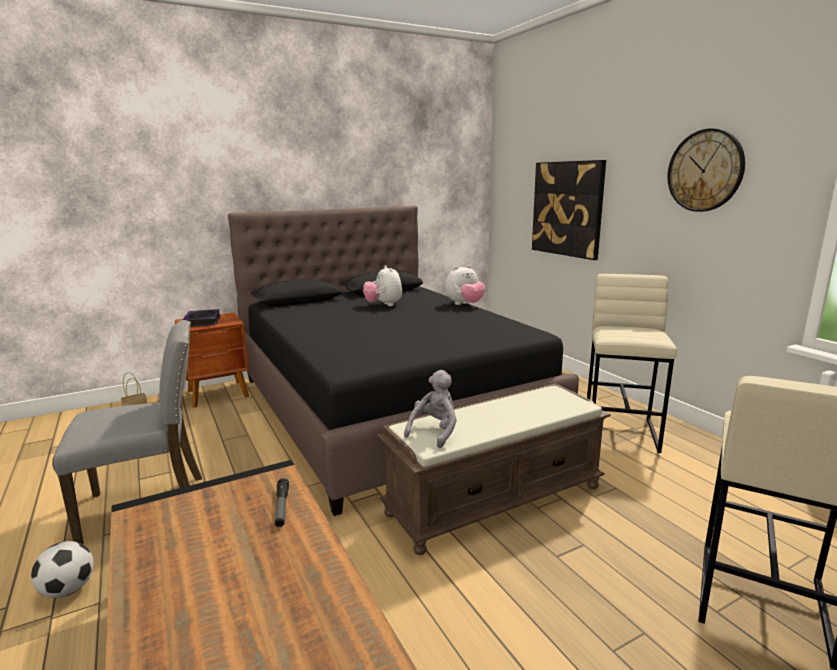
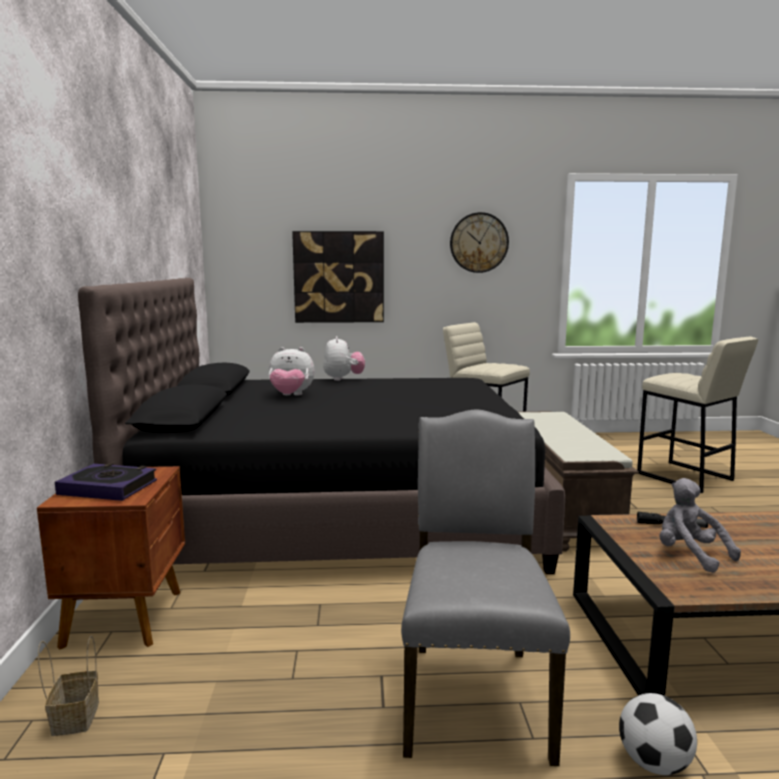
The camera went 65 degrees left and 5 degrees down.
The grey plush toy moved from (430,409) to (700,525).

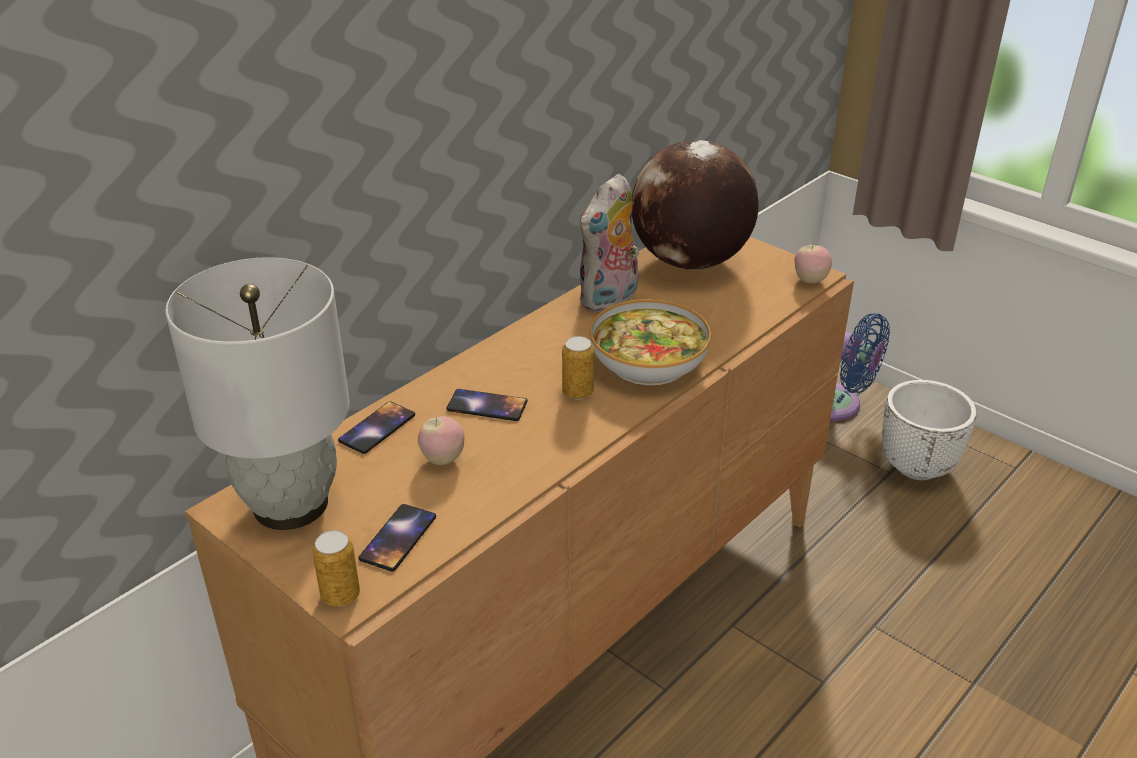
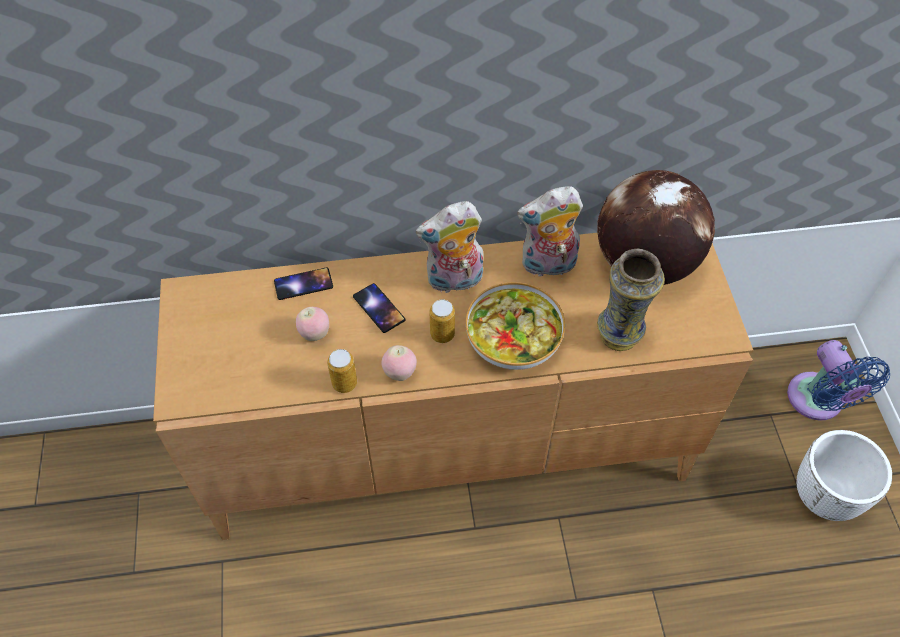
The camera went 40 degrees right and 20 degrees up.
The can moved from (336,568) to (342,371).
The apple moved from (813,263) to (399,363).
The plush toy at (449,247) appeared.
The vase at (631,300) appeared.
The white table lamp at (257,393) disappeared.
The phone at (397,537) disappeared.

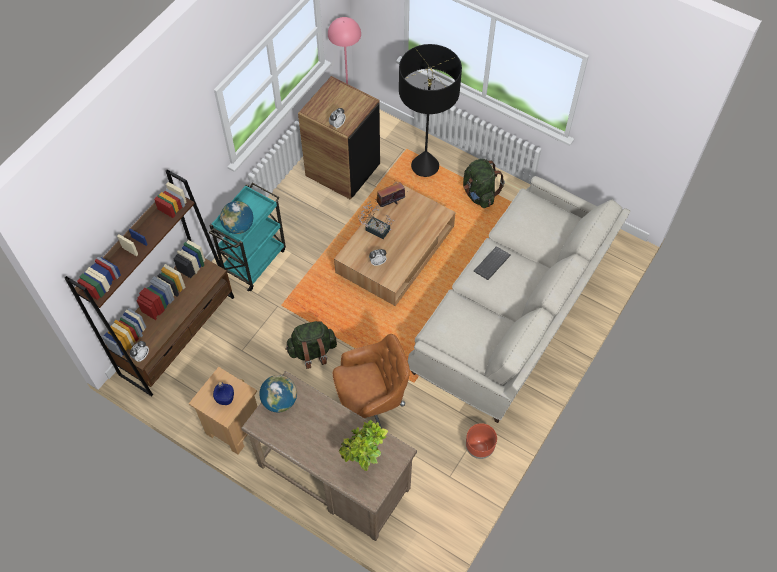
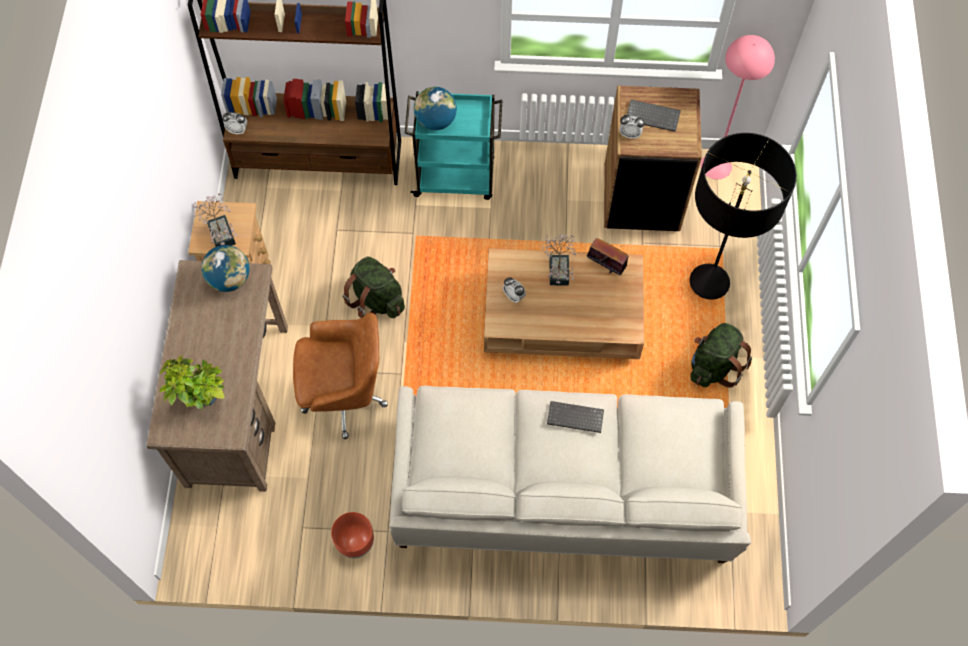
The camera went 60 degrees right and 5 degrees up.
The blue bottle at (223,393) was replaced by the potted plant at (215,220).
The brown office chair at (371,381) turned 45 degrees counterclockwise.
The keyboard at (654,116) appeared.

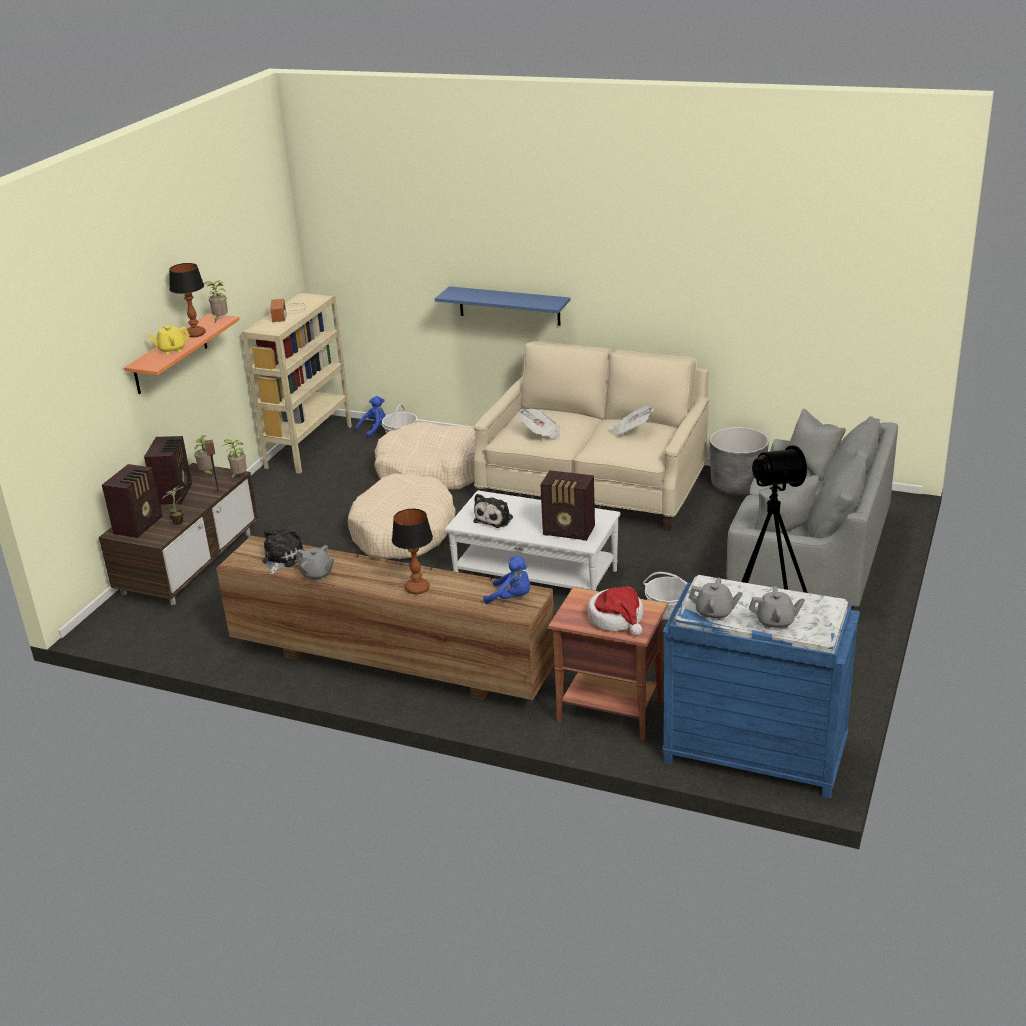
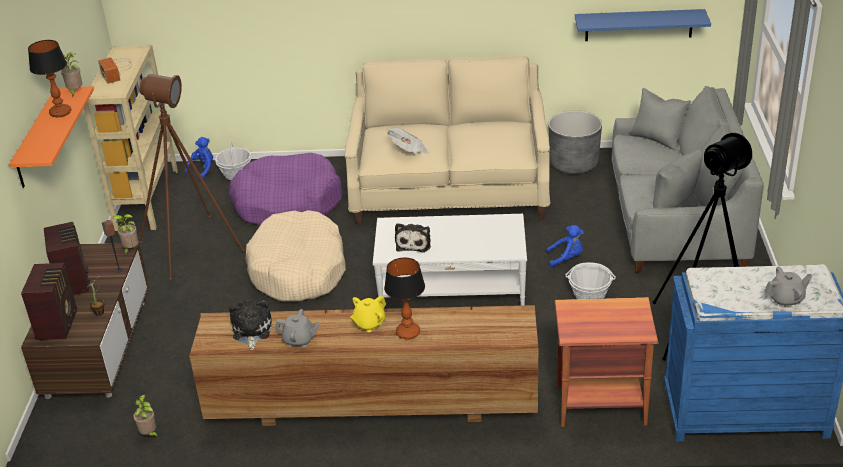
The camera went 20 degrees left and 5 degrees up.
The potted plant moved from (203,455) to (145,416).
The brown floor lamp at (191,177) appeared.
The beige dog bed at (425,456) became the purple dog bed at (285,189).
The yellow teapot moved from (169,339) to (368,313).
The blue plush toy moved from (507,580) to (565,246).
The blue shelf moved from (502,306) to (643,25).
The radio at (568,505) disappeared.
The hat at (615,611) disappeared.
The newspaper at (632,420) disappeared.
The grey teapot at (715,599) disappeared.

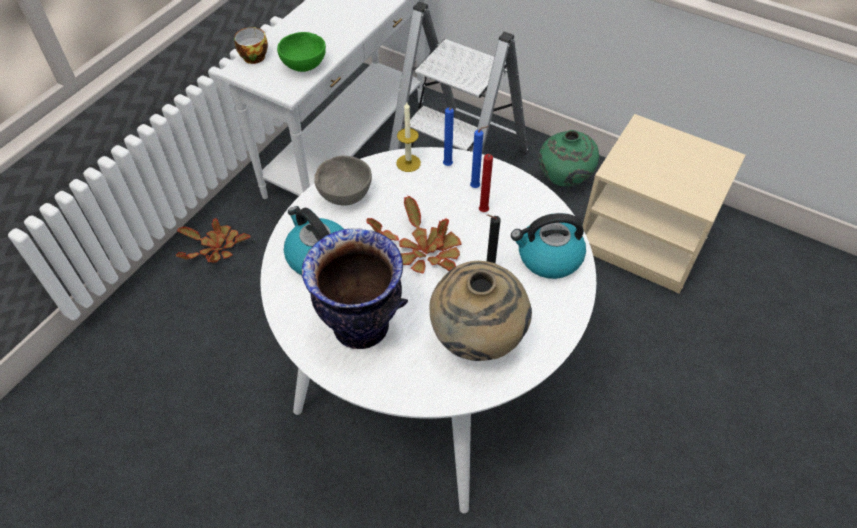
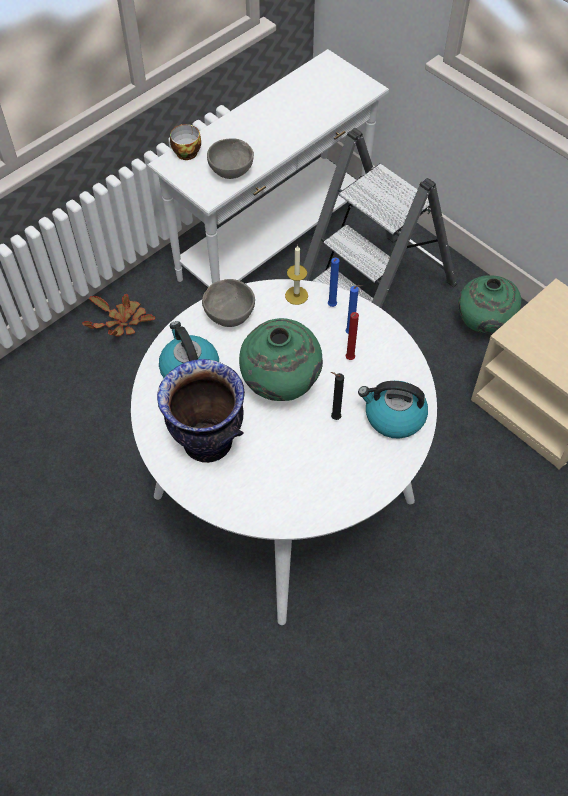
The camera went 15 degrees right and 5 degrees up.
The green bowl at (301,52) became the grey bowl at (230,158).
The potted plant at (414,235) was replaced by the green vase at (281,359).
The beige vase at (480,311) disappeared.

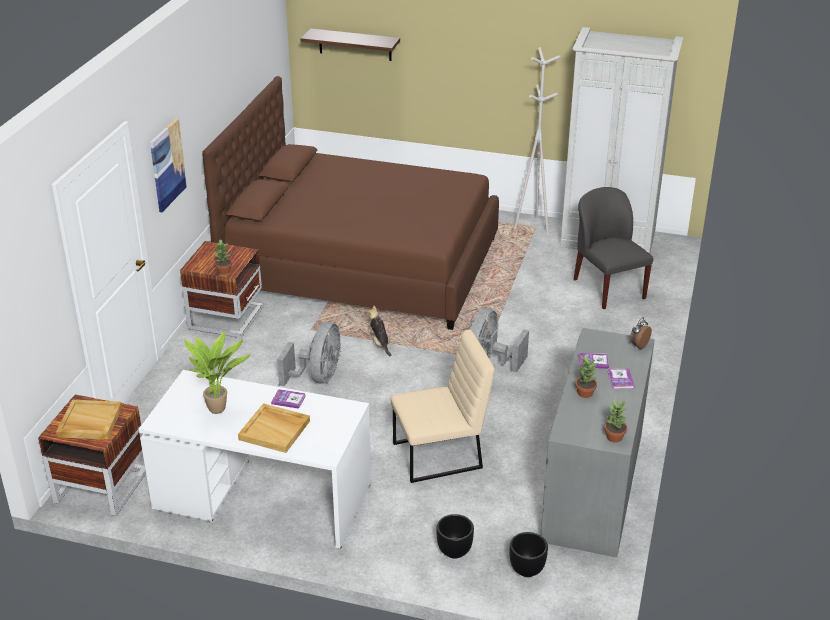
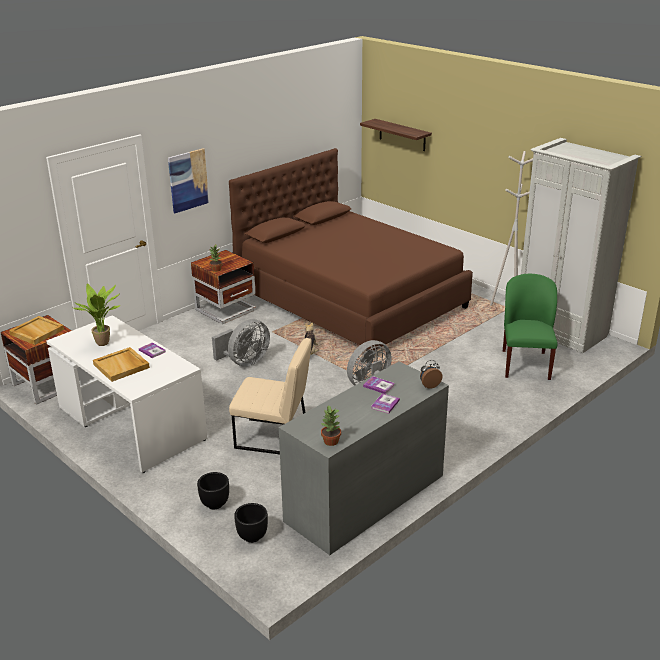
The camera went 30 degrees right and 5 degrees down.
The grey chair at (613,248) became the green chair at (530,327).
The potted plant at (586,377) disappeared.

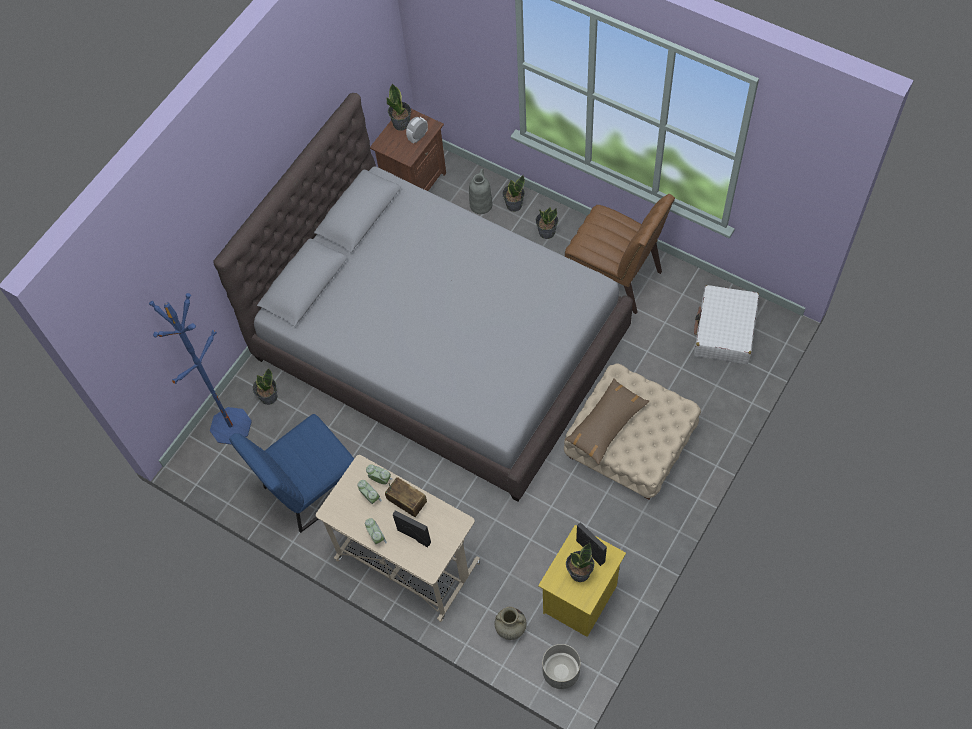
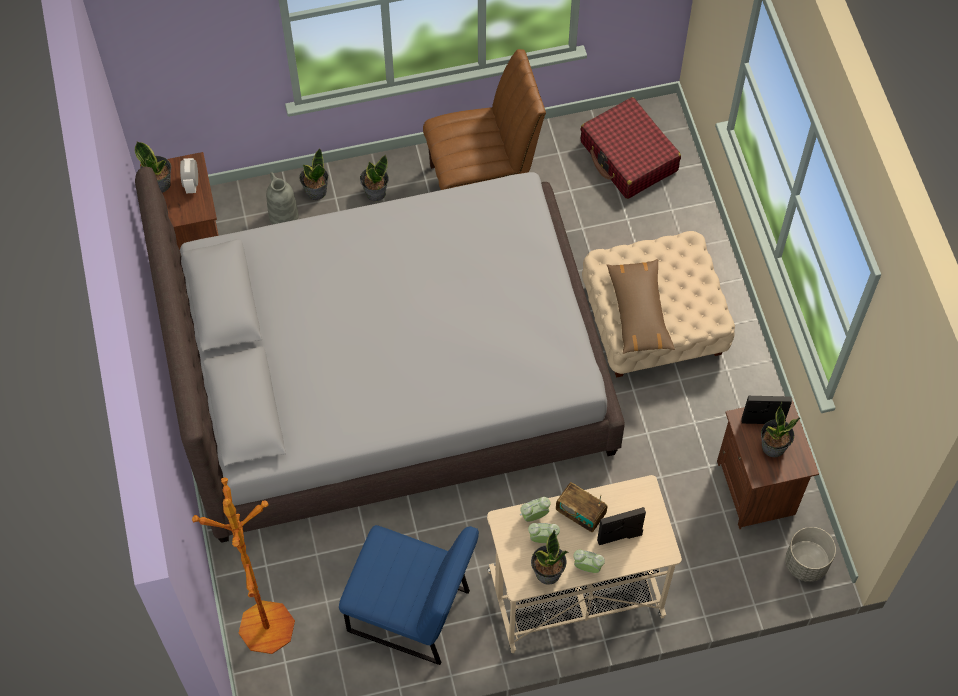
The camera went 50 degrees left and 0 degrees up.
The blue clothes rack at (200,369) became the orange clothes rack at (243,566).
The blue chair at (291,473) turned 75 degrees counterclockwise.
The potted plant moved from (265,386) to (550,557).
The radio at (406,497) turned 135 degrees counterclockwise.
The white suitcase at (726,324) became the red suitcase at (631,148).
The yellow nightstand at (582,581) became the brown nightstand at (768,464).
The beige vase at (511,623) disappeared.

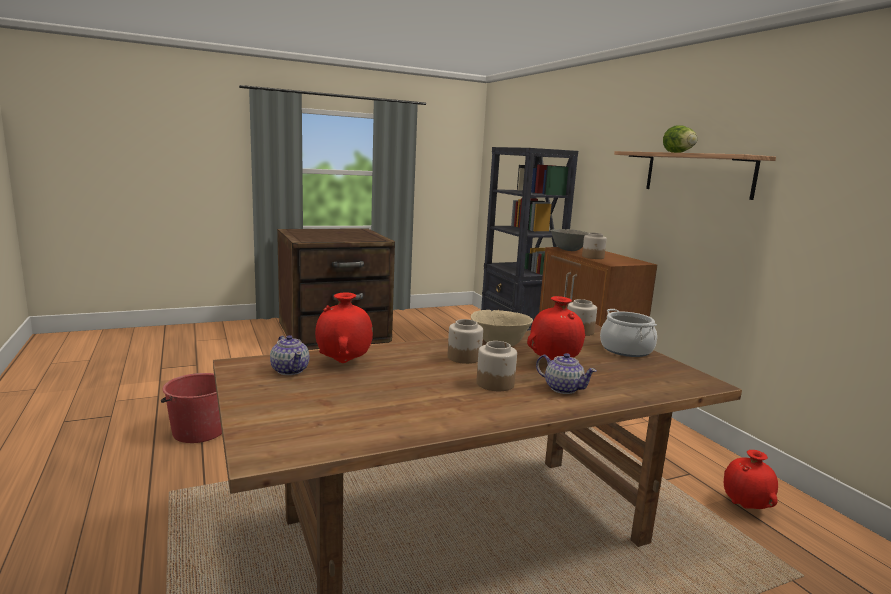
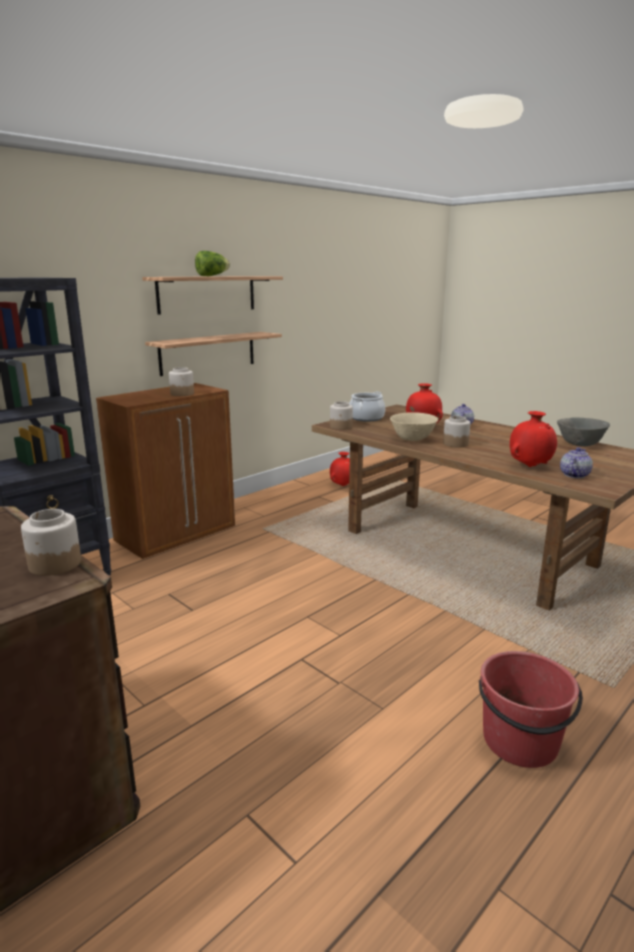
The camera went 110 degrees left and 5 degrees up.
The jar moved from (497,366) to (51,542).
The shelf at (213,354) appeared.
The grey bowl moved from (569,240) to (583,432).

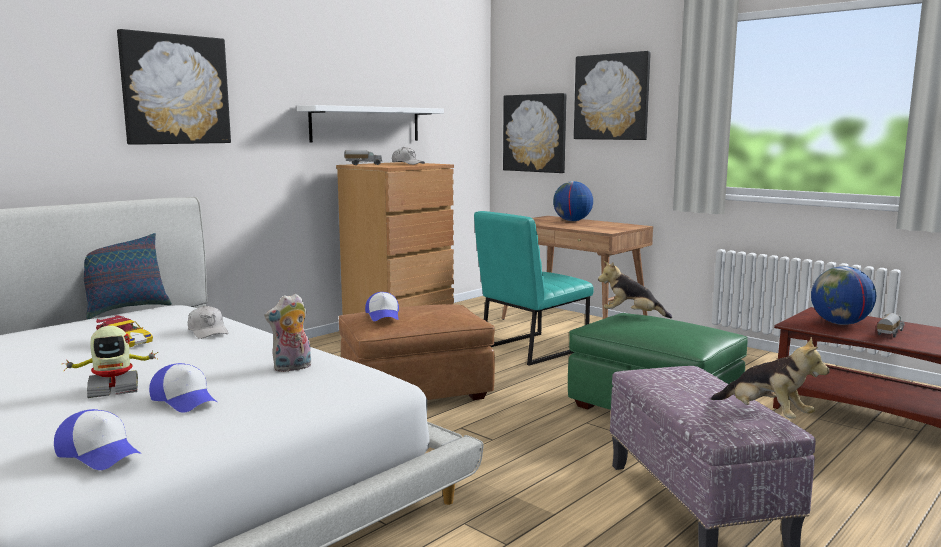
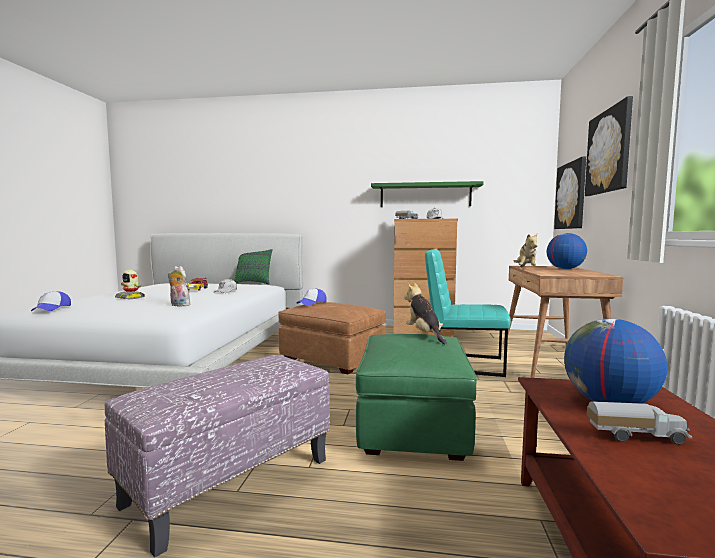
The camera went 55 degrees right and 5 degrees down.
The blue pillow at (128,276) became the green pillow at (253,266).
The white shelf at (370,124) became the green shelf at (427,194).
The plush toy moved from (770,378) to (526,250).
The picture at (174,87) disappeared.
The cap at (183,388) disappeared.

